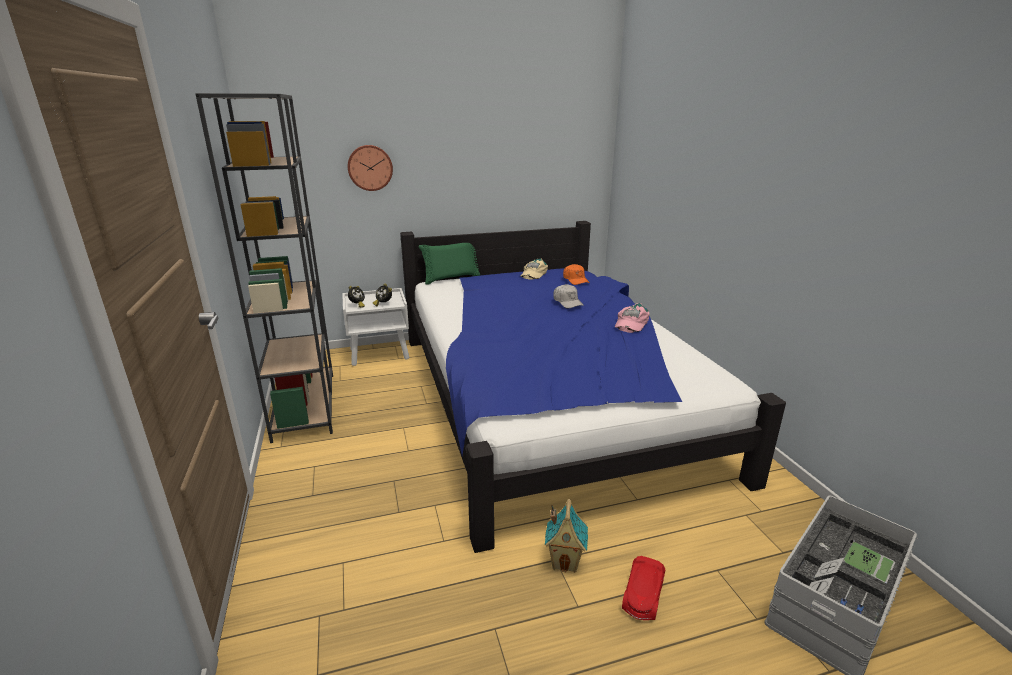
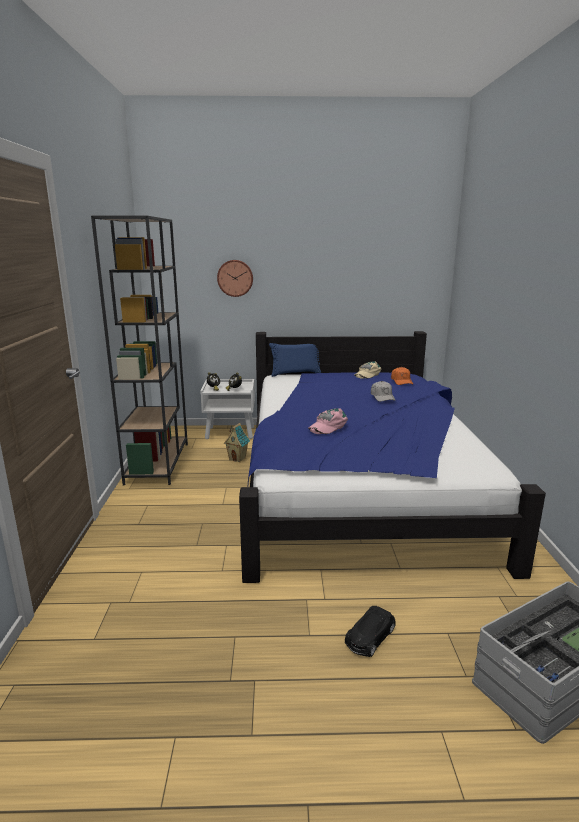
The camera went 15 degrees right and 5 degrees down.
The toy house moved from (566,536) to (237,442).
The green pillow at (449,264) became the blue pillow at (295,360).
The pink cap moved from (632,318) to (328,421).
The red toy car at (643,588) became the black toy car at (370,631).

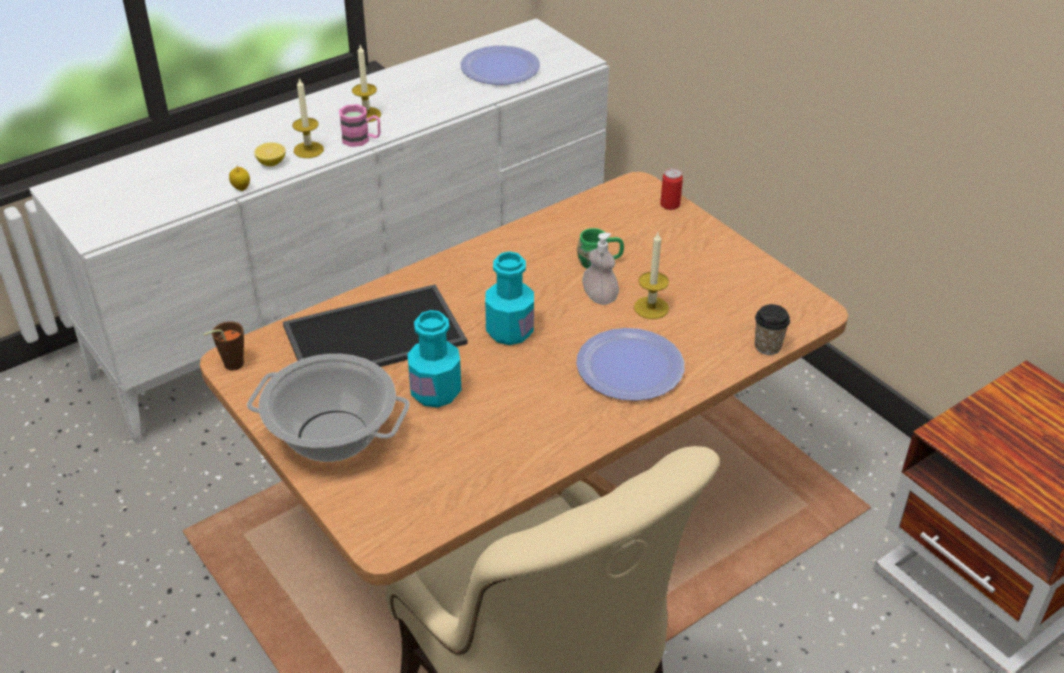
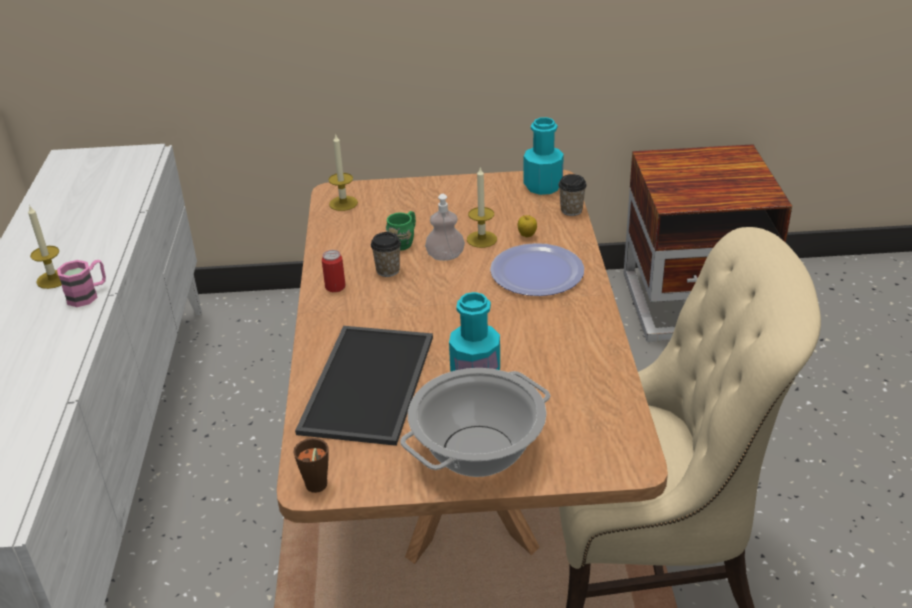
The camera went 55 degrees left and 5 degrees down.
The can moved from (671,189) to (334,271).
The candle moved from (308,117) to (343,172).
The cup at (386,254) appeared.
The apple moved from (239,178) to (527,226).
The turquoise bottle moved from (509,298) to (544,156).
The lemon at (270,154) disappeared.
The plate at (500,65) disappeared.

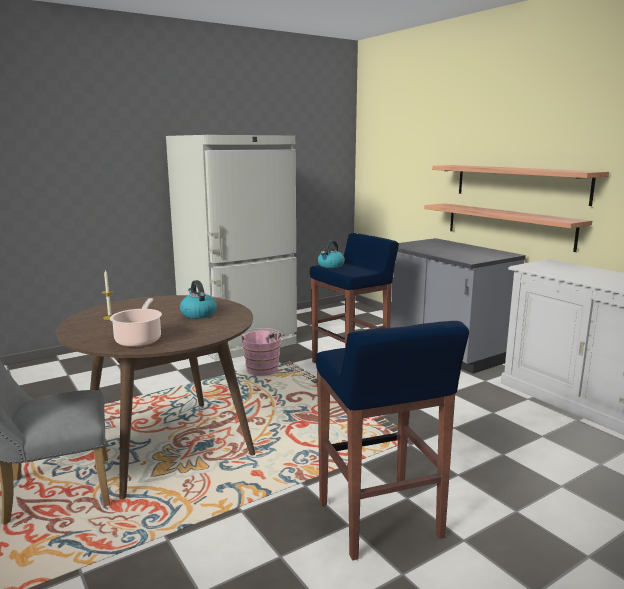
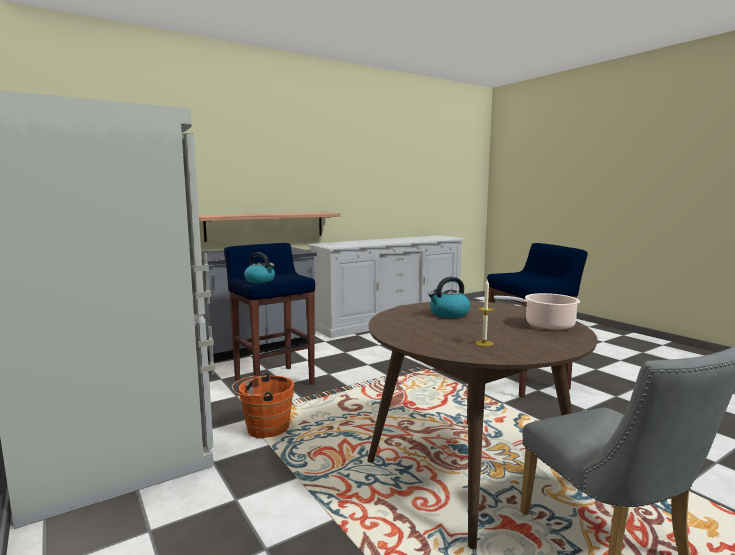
The camera went 90 degrees left and 5 degrees down.
The pink bucket at (261,352) became the orange bucket at (263,406).
The shelf at (520,185) disappeared.

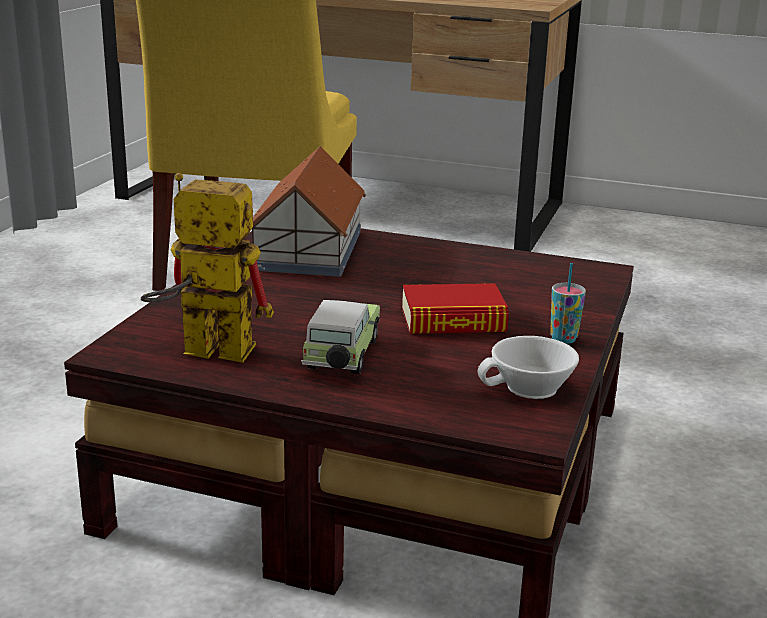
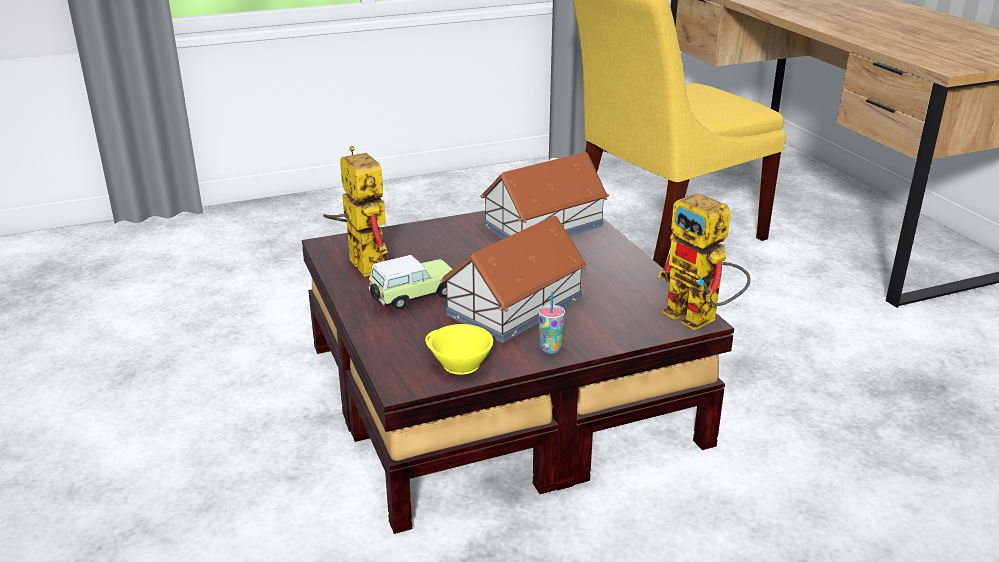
The camera went 50 degrees right and 5 degrees up.
The white cup at (528,367) became the yellow cup at (459,349).
The book at (455,308) was replaced by the toy house at (513,279).
The toy robot at (704,262) appeared.

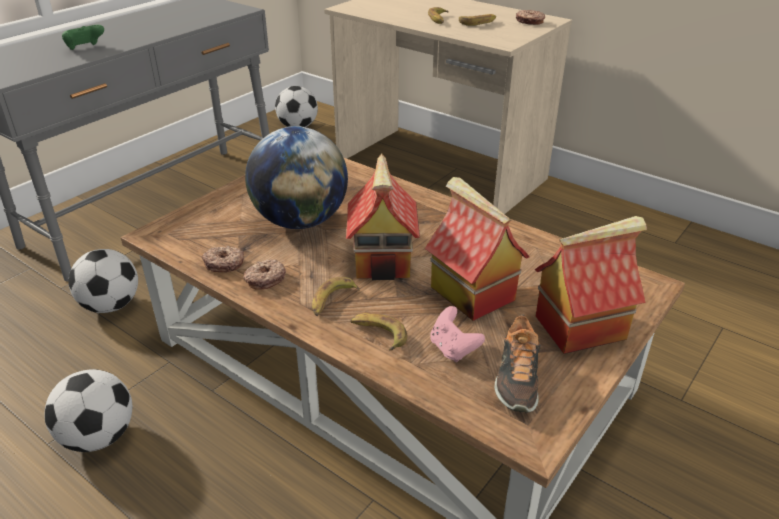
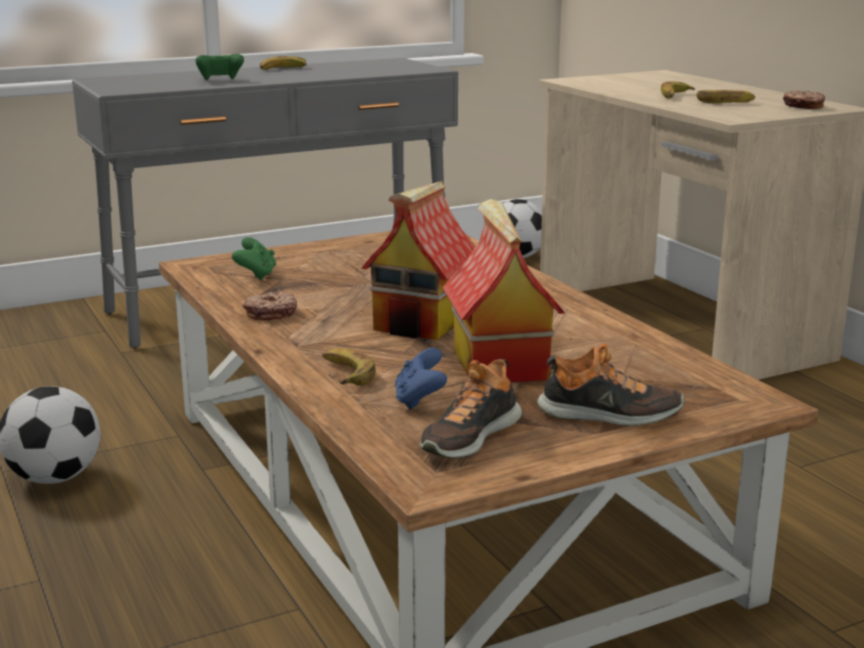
The camera went 25 degrees right and 15 degrees down.
The green game controller at (254,258) appeared.
The banana moved from (336,296) to (283,63).
The pink game controller at (457,334) became the blue game controller at (421,379).
The toy house at (591,285) was replaced by the shoe at (610,385).
The football at (103,281) disappeared.
The donut at (222,259) disappeared.
The globe at (296,177) disappeared.

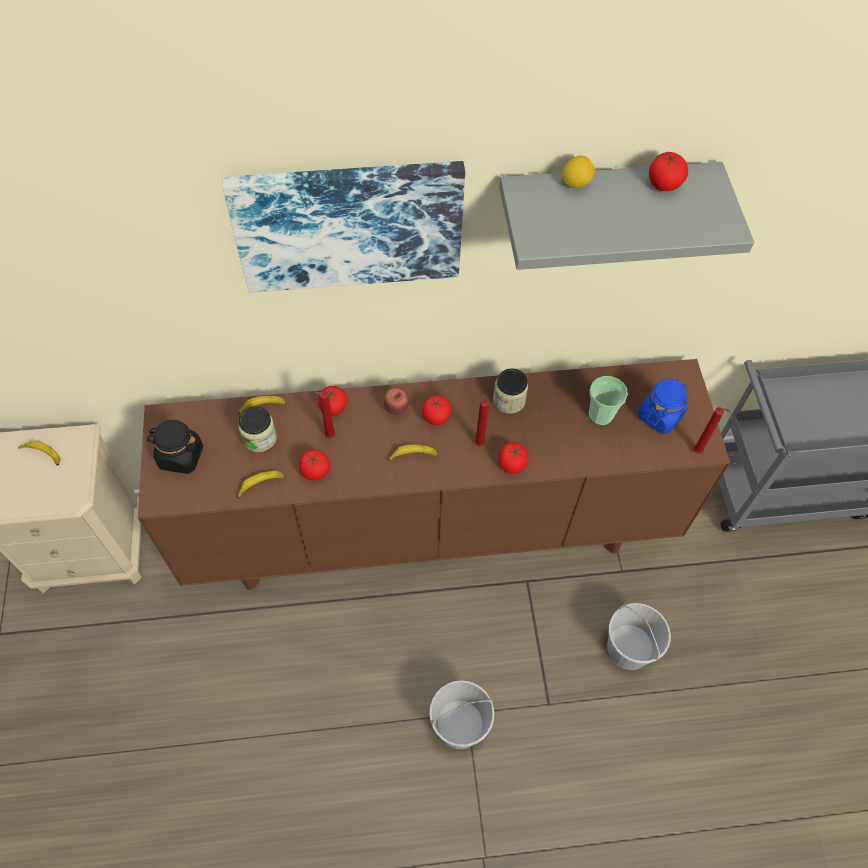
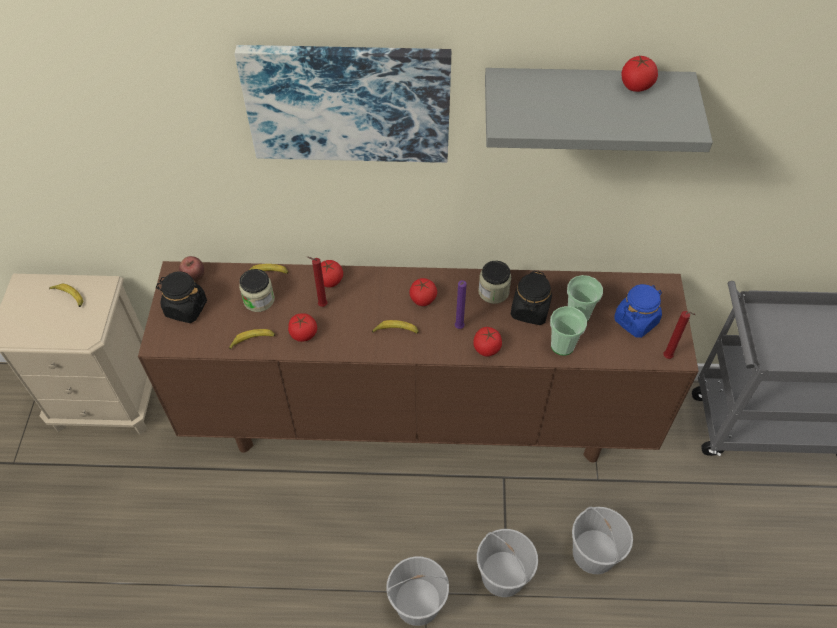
The camera went 10 degrees right and 5 degrees down.
The apple moved from (397,401) to (192,269).
The red candle at (482,422) became the purple candle at (461,304).
The white bucket at (507,563) appeared.
The black jar at (531,298) appeared.
The cup at (568,331) appeared.
The lemon at (578,172) disappeared.

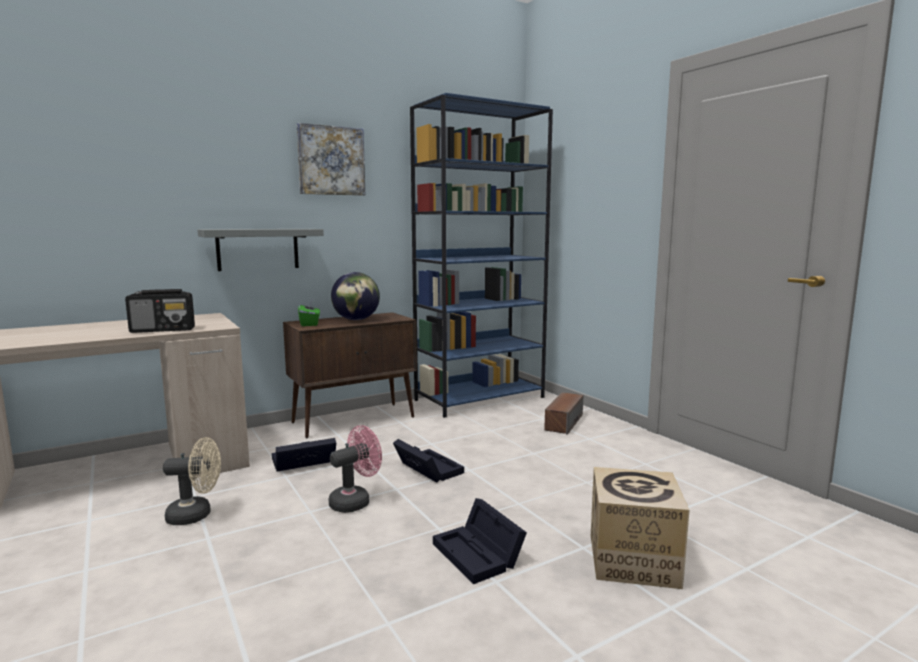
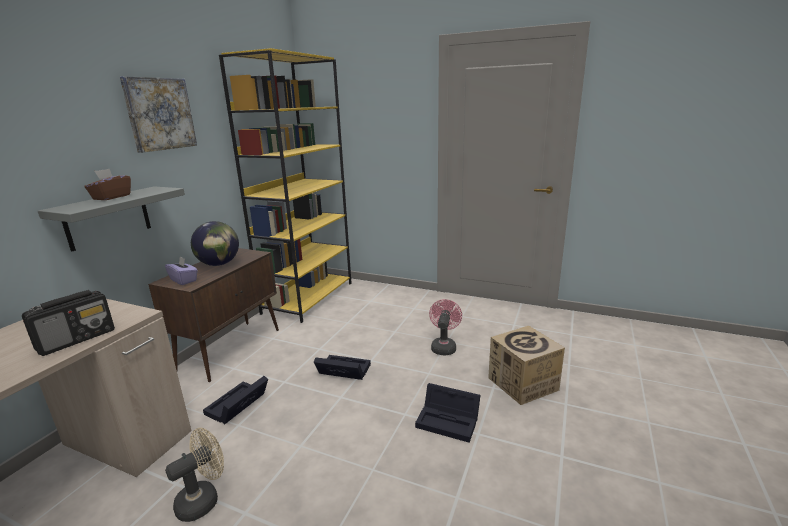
The camera went 35 degrees left and 10 degrees up.
The brown tissue box at (107,184) appeared.
The green tissue box at (309,313) became the purple tissue box at (181,271).
The blue bookcase at (481,255) became the yellow bookcase at (285,185).
The pink fan moved from (355,469) to (445,327).
The speaker at (563,413) disappeared.

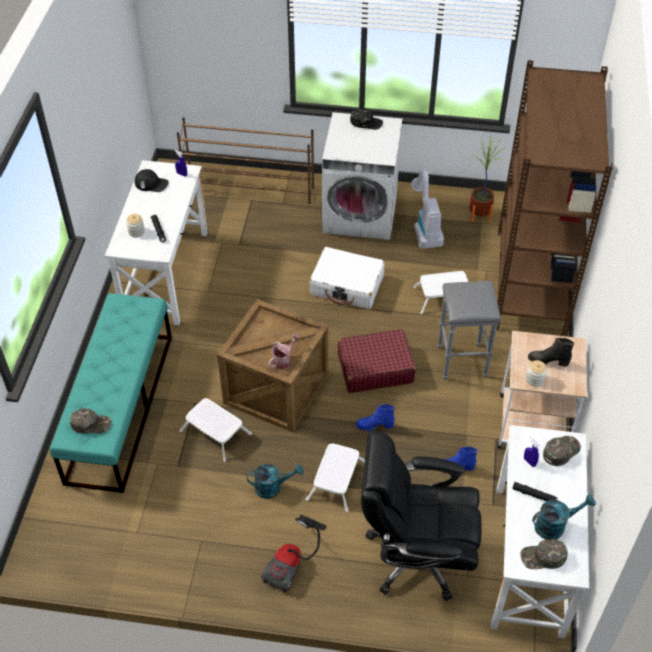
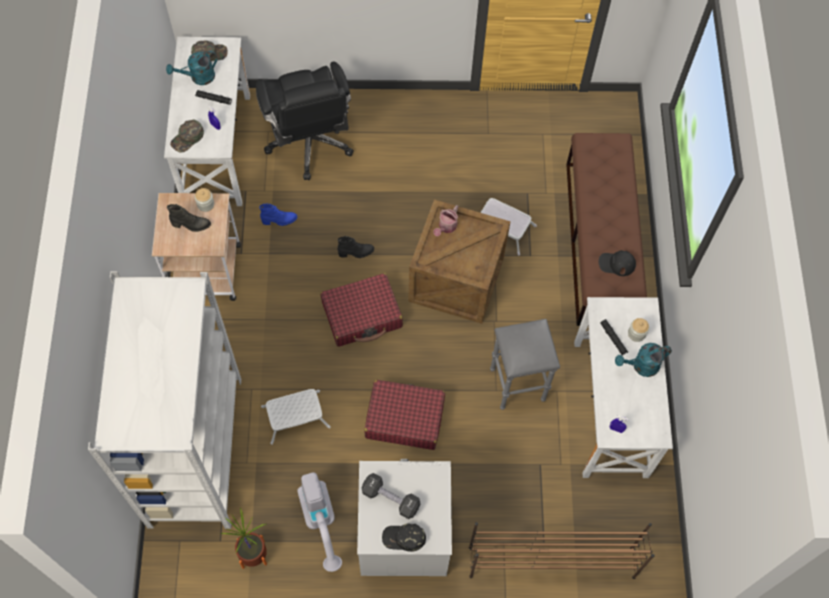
The camera went 170 degrees right and 15 degrees up.
The brown bookcase at (554,198) became the white bookcase at (164,400).
The black office chair at (421,515) turned 75 degrees clockwise.
The blue boot at (375,417) became the black boot at (356,247).
The black dumbbell at (391,496) appeared.
The white suitcase at (347,278) became the red suitcase at (404,415).
The grey stool moved from (469,330) to (525,364).
The turquoise bench at (111,393) became the brown bench at (606,229).
The black cap moved from (152,180) to (617,263).
The turquoise watering can moved from (275,481) to (643,360).
The green cap at (90,421) disappeared.
The vacuum cleaner at (294,554) disappeared.
The white step ladder at (335,477) disappeared.

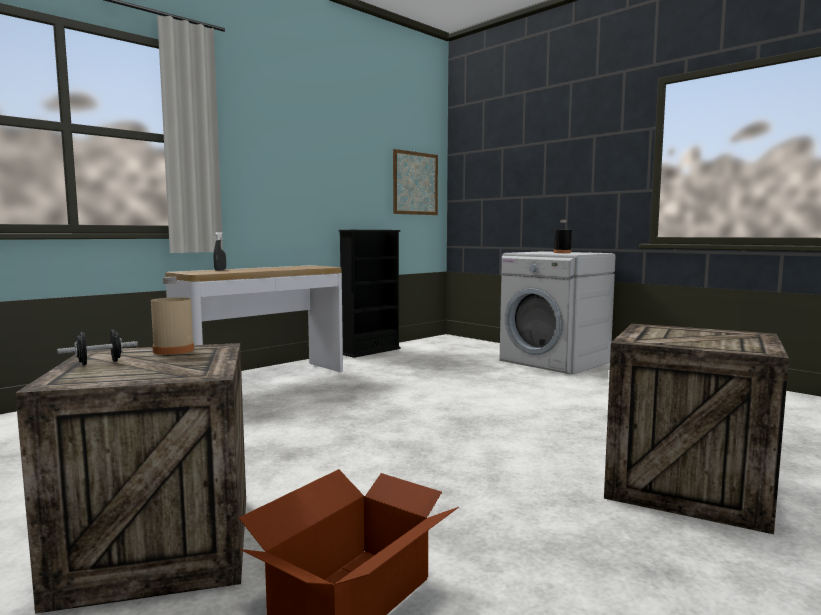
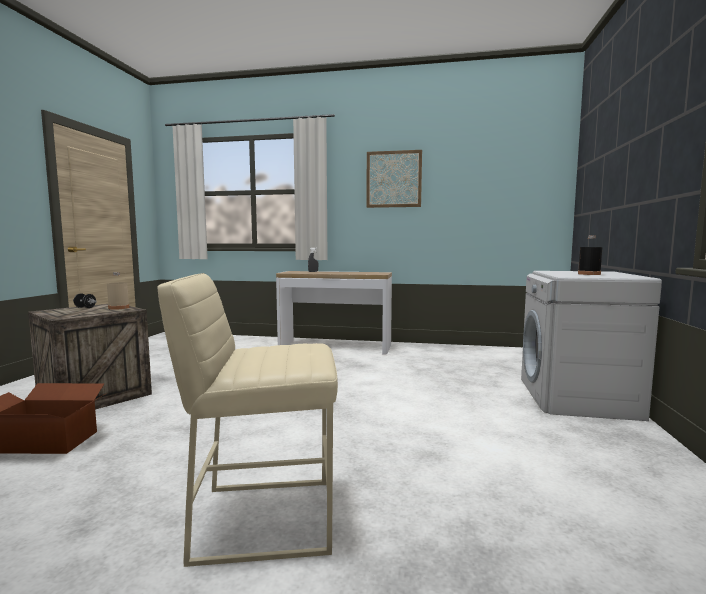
The camera went 55 degrees right and 0 degrees up.
The crate at (696,429) was replaced by the beige stool at (247,420).
The picture moved from (415,182) to (394,179).
The black bookcase at (370,294) disappeared.

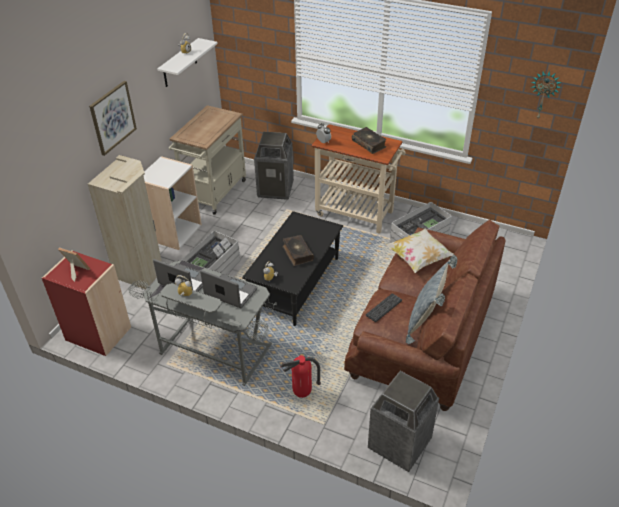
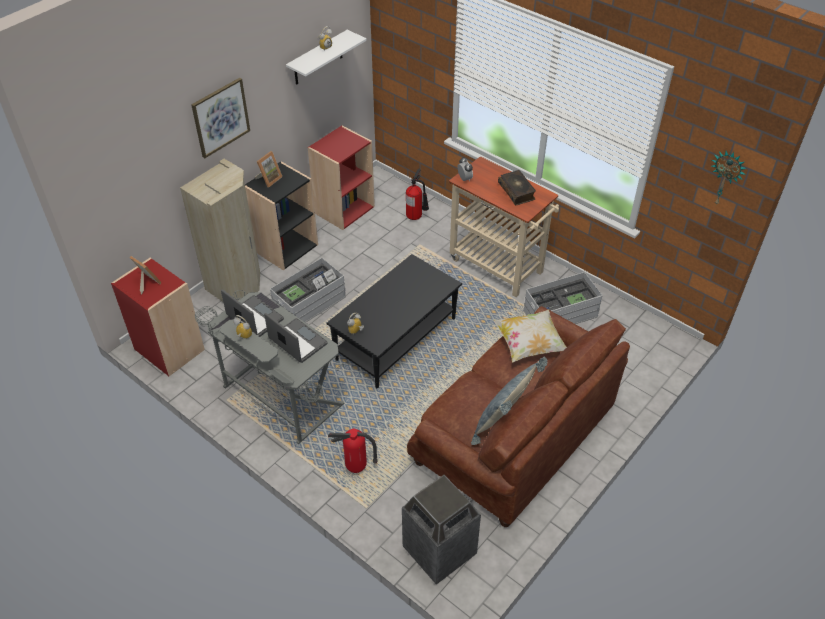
The camera went 15 degrees right and 5 degrees up.
The white bookcase at (172,203) became the black bookcase at (281,215).
The picture frame at (269,169) appeared.
The beige cart at (207,160) was replaced by the red bookcase at (341,177).
The trash can at (274,166) was replaced by the fire extinguisher at (417,194).
The book at (298,250) disappeared.
The keyboard at (384,307) disappeared.

